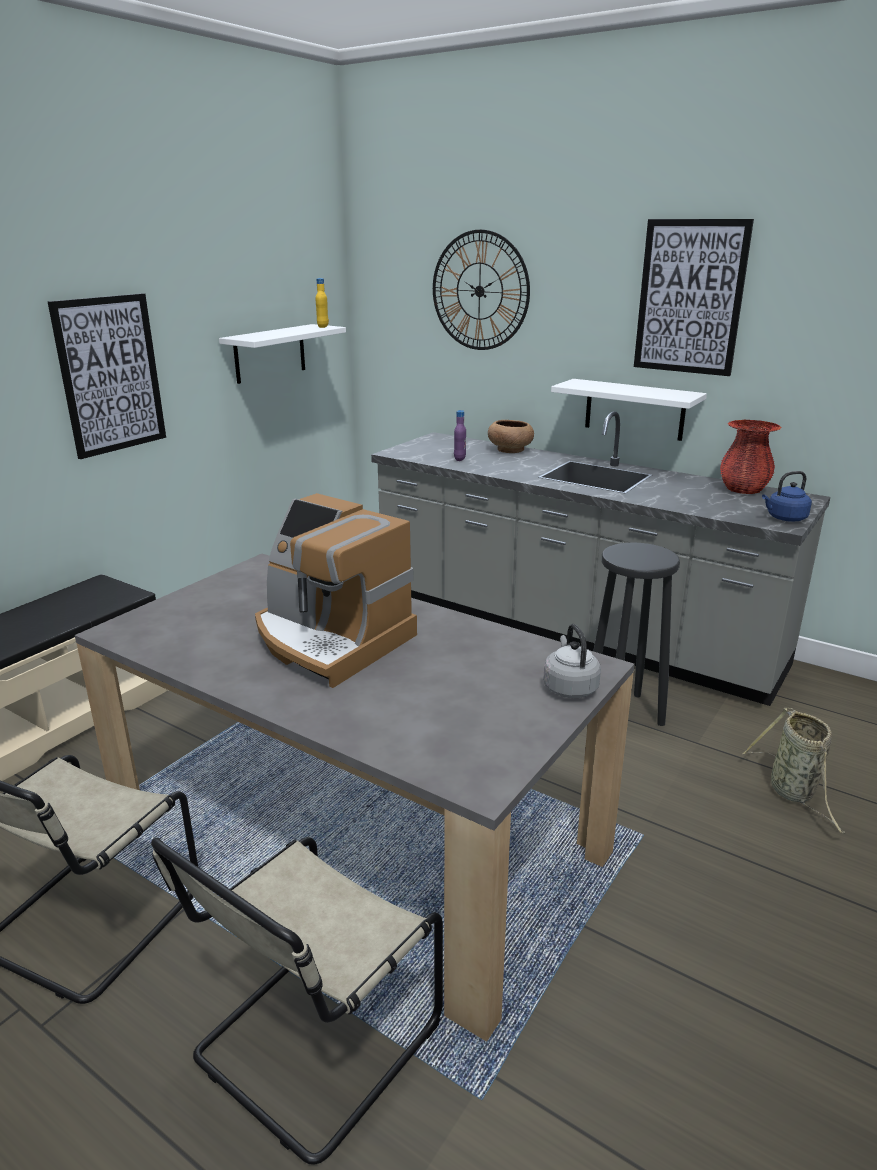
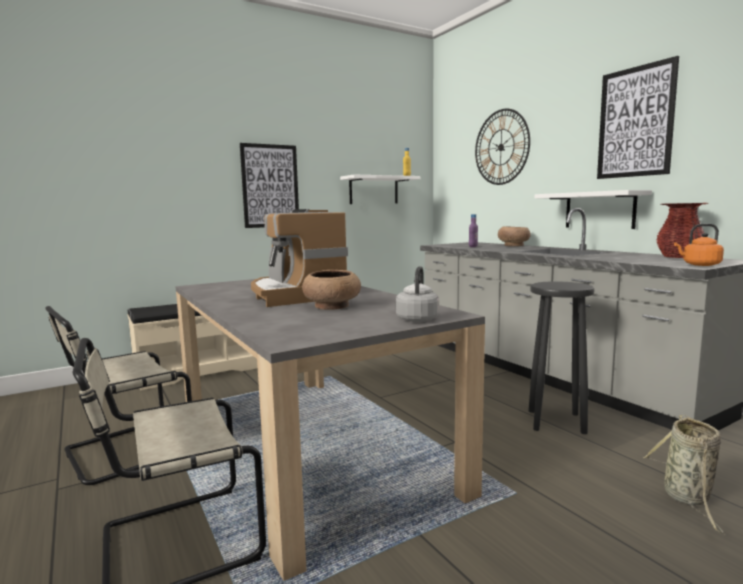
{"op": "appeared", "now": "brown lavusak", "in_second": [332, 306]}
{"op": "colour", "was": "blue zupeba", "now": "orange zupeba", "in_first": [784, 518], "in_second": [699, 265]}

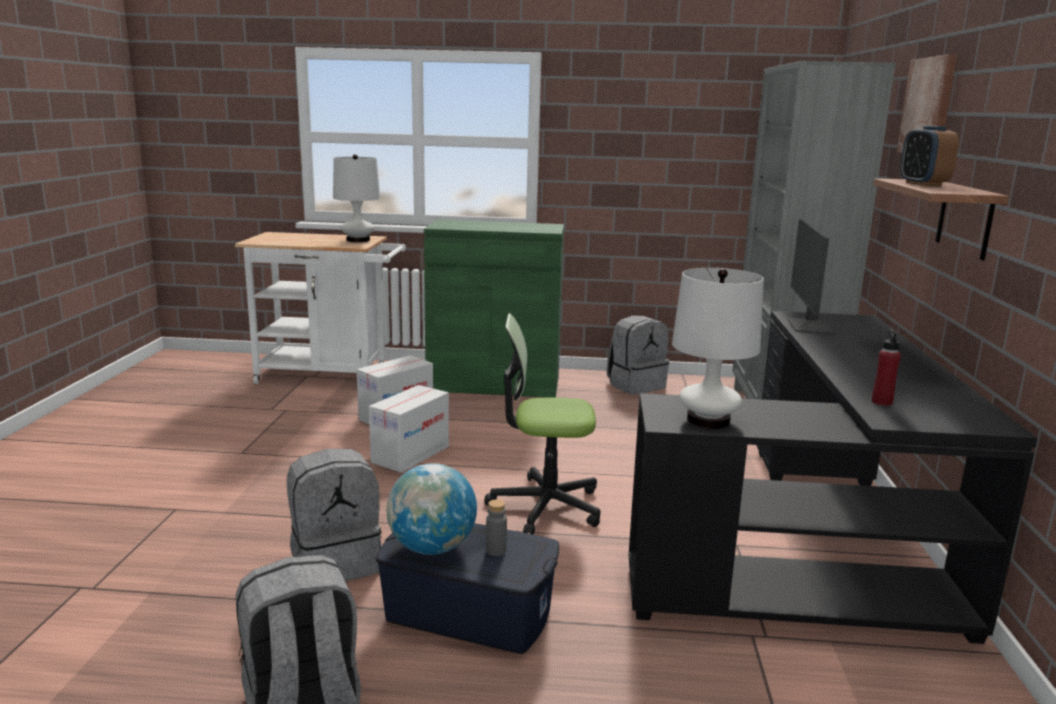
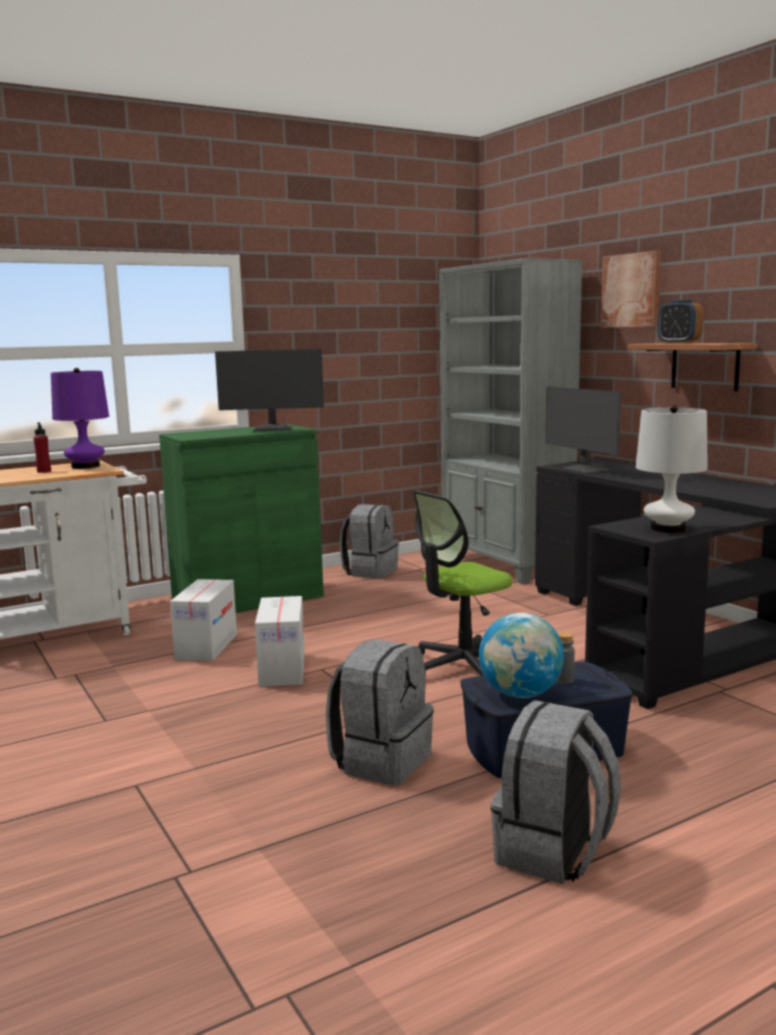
{"op": "appeared", "now": "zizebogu", "in_second": [273, 429]}
{"op": "relocated", "was": "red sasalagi", "in_first": [882, 402], "in_second": [44, 471]}
{"op": "colour", "was": "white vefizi", "now": "purple vefizi", "in_first": [358, 240], "in_second": [85, 466]}

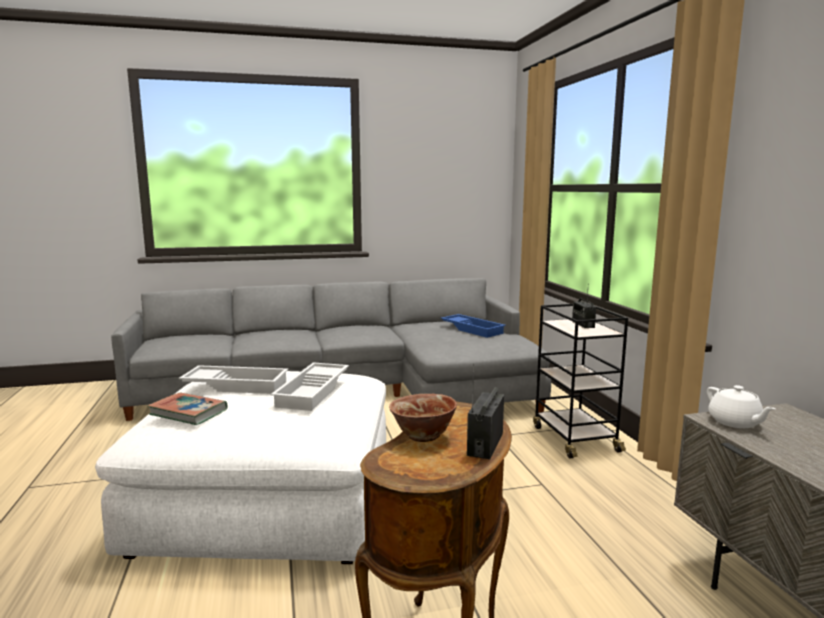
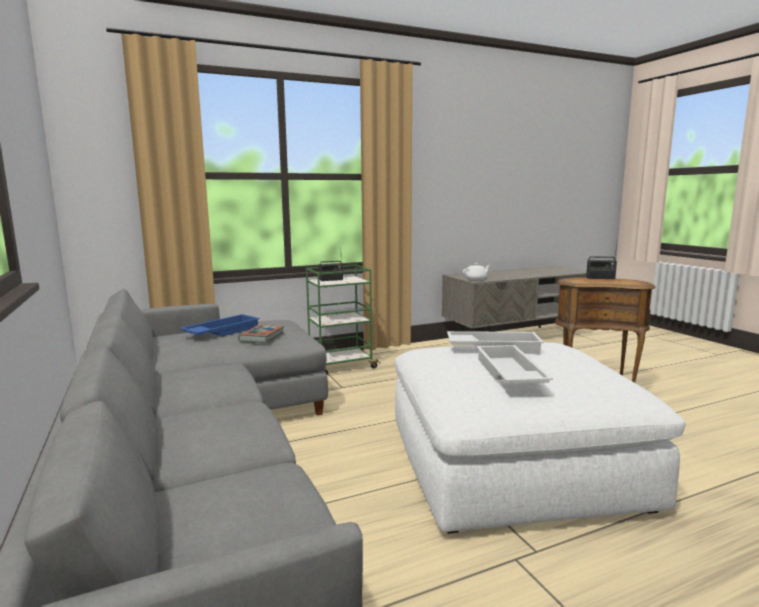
{"op": "missing", "was": "lavusak", "in_first": [423, 436]}
{"op": "relocated", "was": "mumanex", "in_first": [188, 412], "in_second": [262, 337]}
{"op": "colour", "was": "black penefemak", "now": "green penefemak", "in_first": [574, 438], "in_second": [341, 366]}

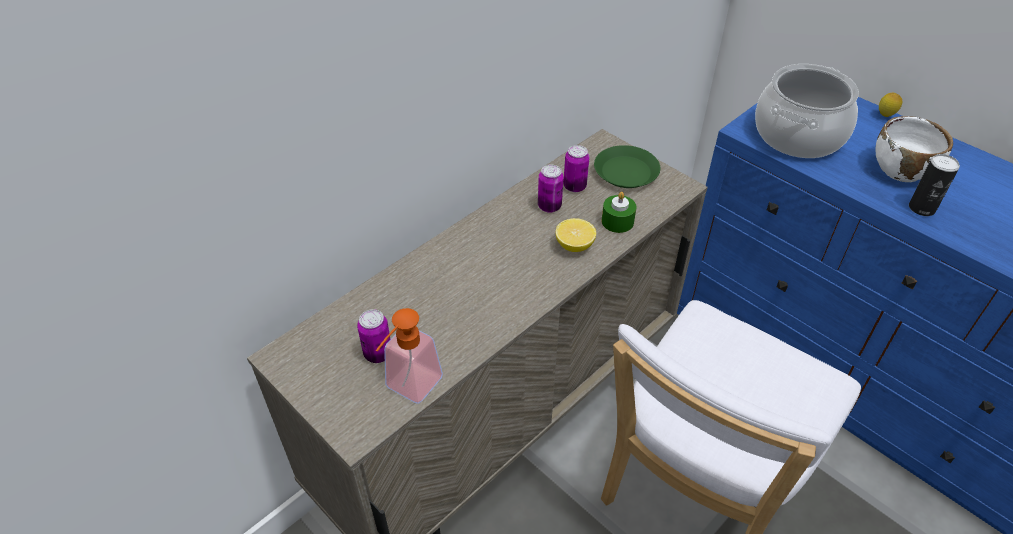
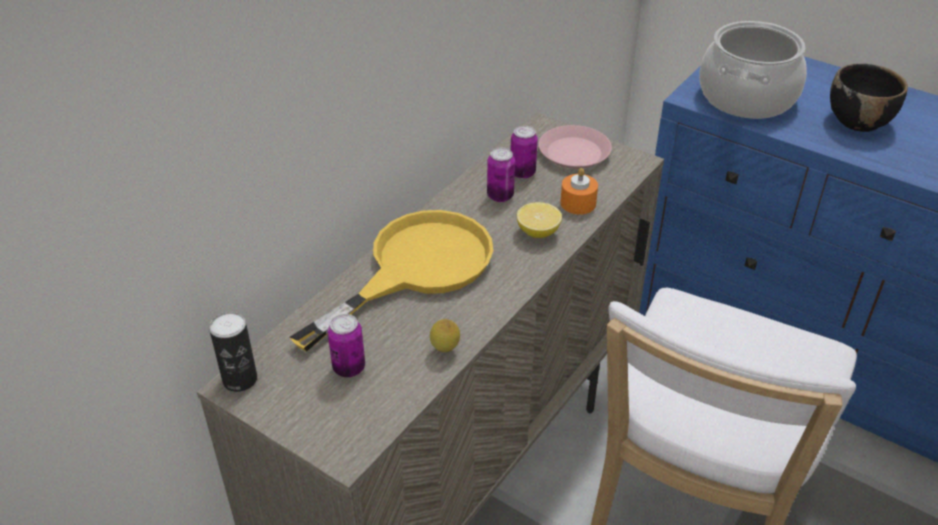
{"op": "missing", "was": "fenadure", "in_first": [408, 389]}
{"op": "appeared", "now": "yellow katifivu", "in_second": [415, 269]}
{"op": "relocated", "was": "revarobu", "in_first": [885, 116], "in_second": [445, 350]}
{"op": "relocated", "was": "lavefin", "in_first": [921, 208], "in_second": [240, 379]}
{"op": "colour", "was": "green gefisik", "now": "pink gefisik", "in_first": [626, 172], "in_second": [574, 153]}
{"op": "colour", "was": "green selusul", "now": "orange selusul", "in_first": [617, 221], "in_second": [578, 203]}
{"op": "colour", "was": "white lavusak", "now": "black lavusak", "in_first": [901, 170], "in_second": [859, 121]}

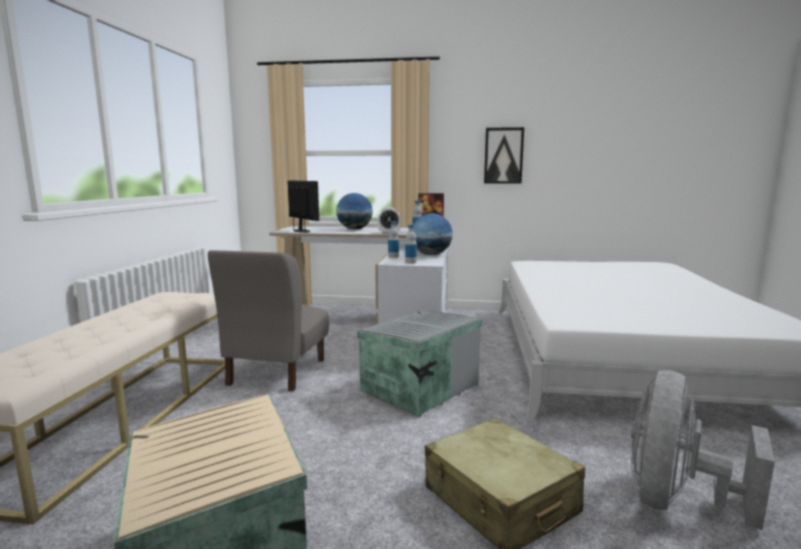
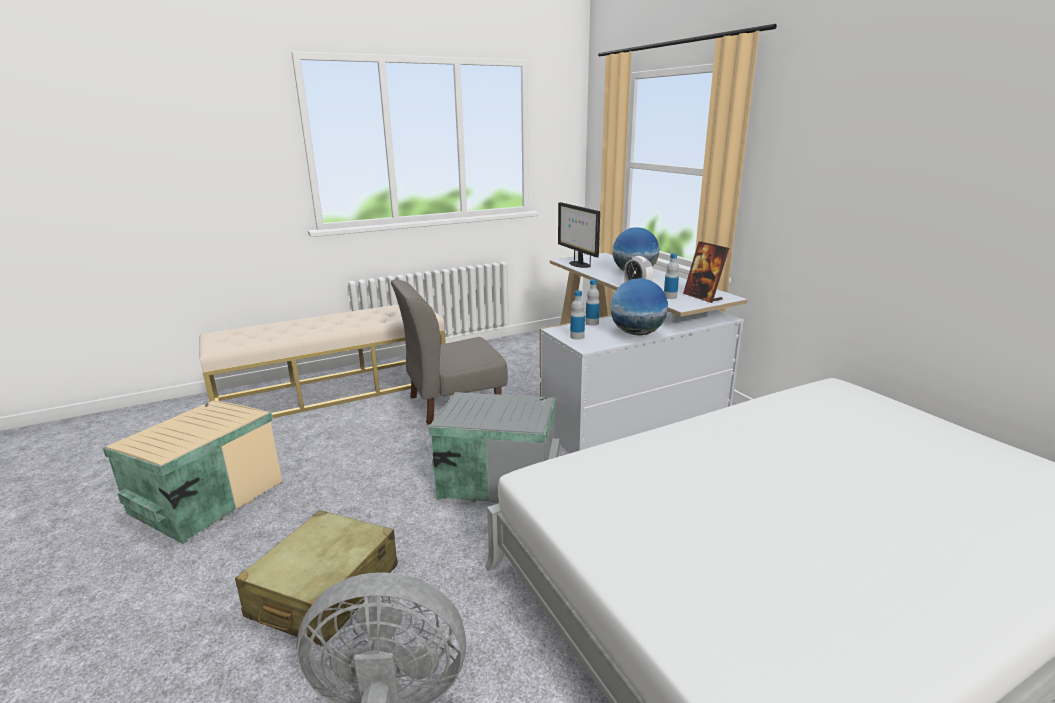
{"op": "missing", "was": "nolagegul", "in_first": [503, 156]}
{"op": "spun", "was": "zizebogu", "in_first": [302, 231], "in_second": [578, 264], "clockwise": 135}

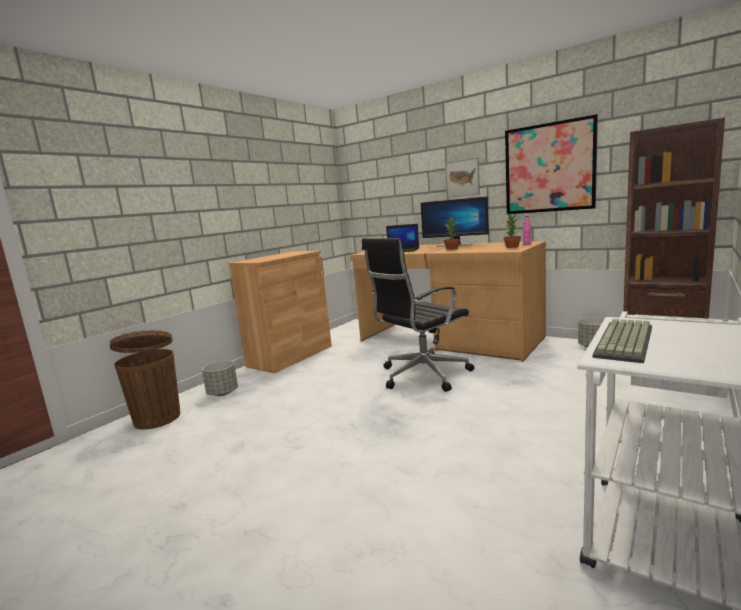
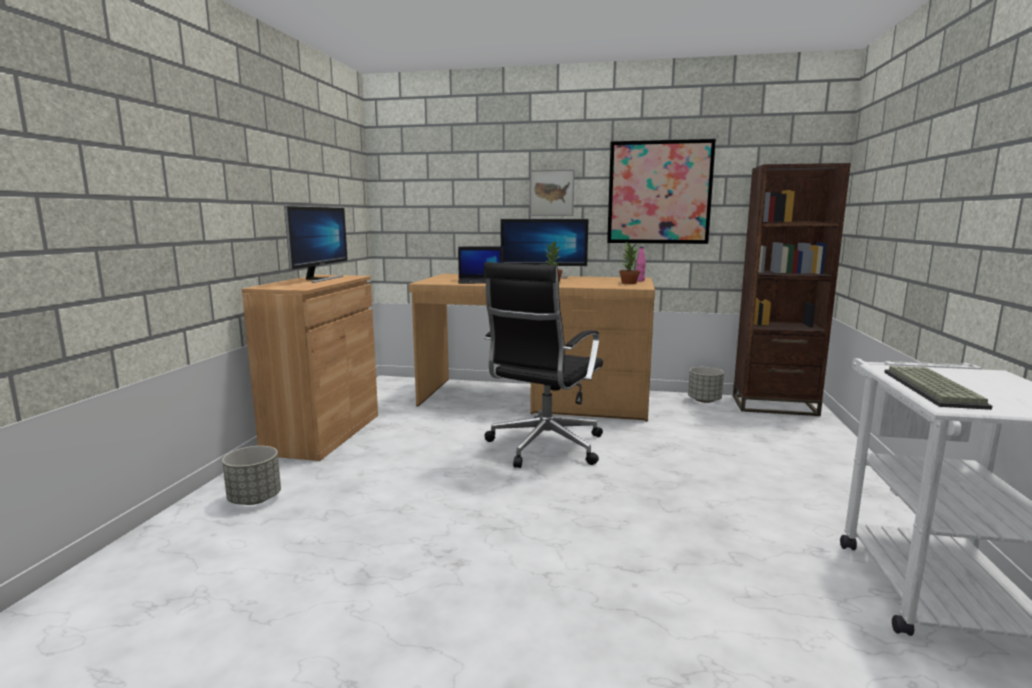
{"op": "missing", "was": "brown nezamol", "in_first": [157, 418]}
{"op": "appeared", "now": "zizebogu", "in_second": [320, 279]}

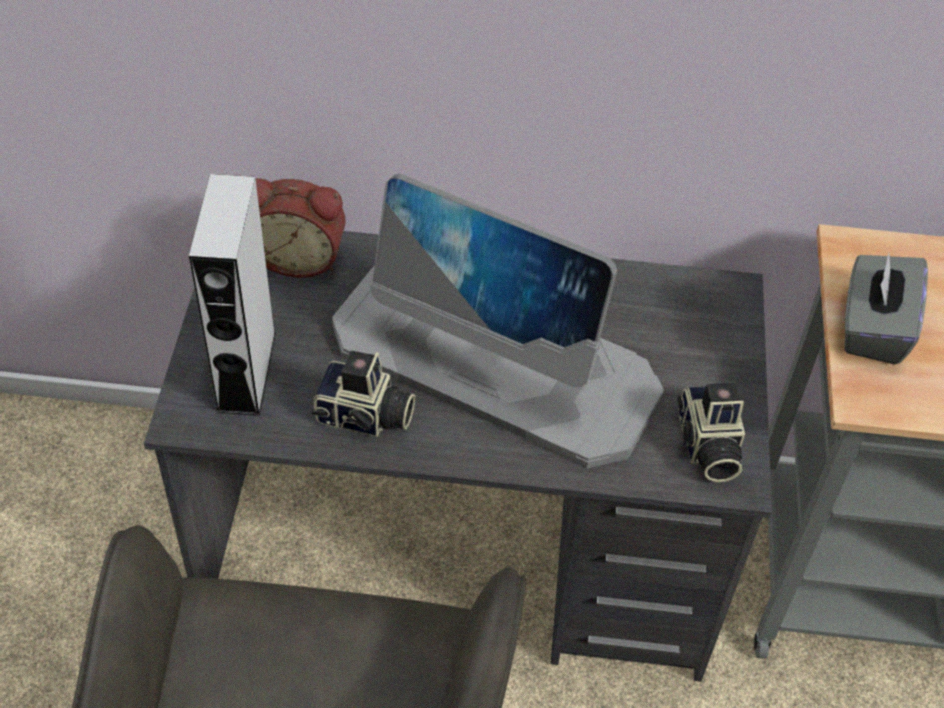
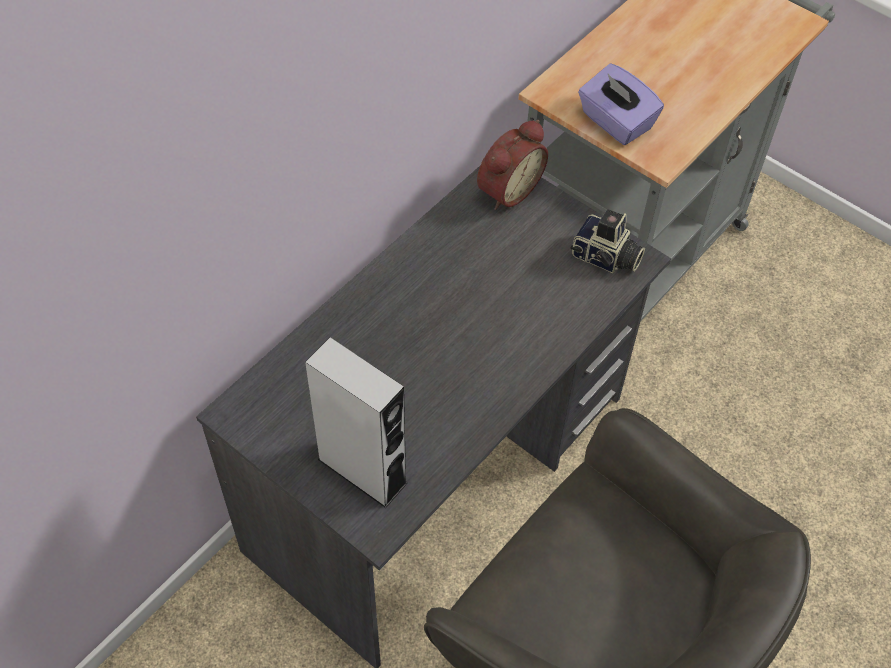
{"op": "missing", "was": "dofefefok", "in_first": [364, 417]}
{"op": "missing", "was": "zizebogu", "in_first": [497, 363]}
{"op": "relocated", "was": "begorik", "in_first": [299, 257], "in_second": [506, 189]}
{"op": "colour", "was": "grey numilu", "now": "purple numilu", "in_first": [873, 328], "in_second": [615, 122]}

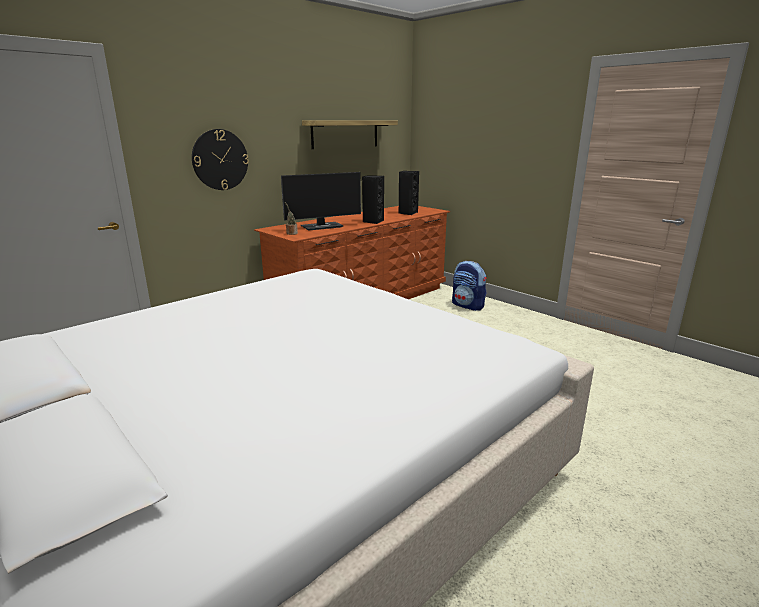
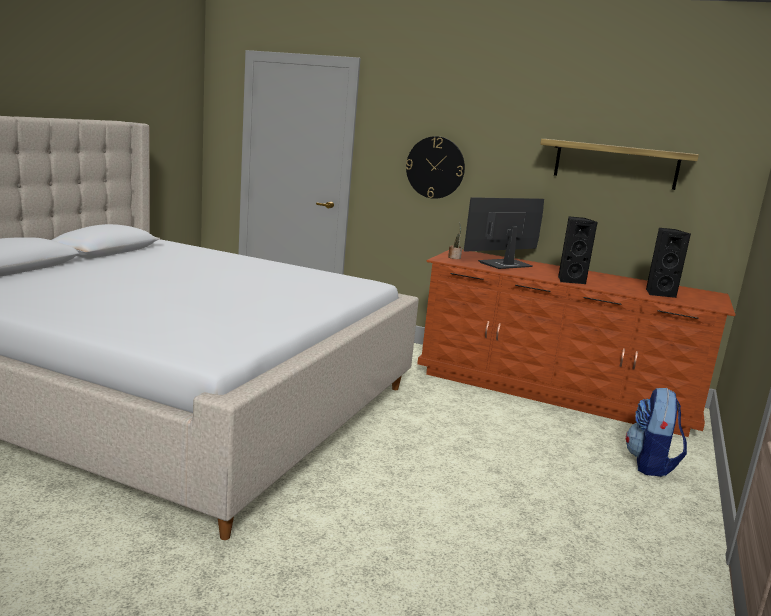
{"op": "spun", "was": "zizebogu", "in_first": [322, 226], "in_second": [504, 265], "clockwise": 105}

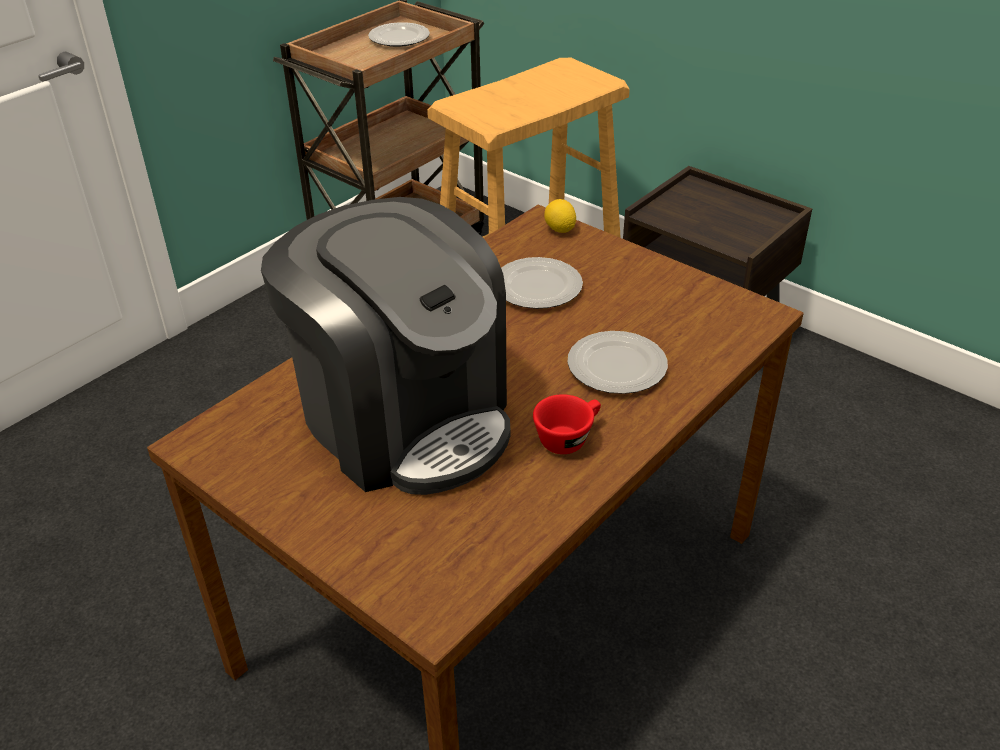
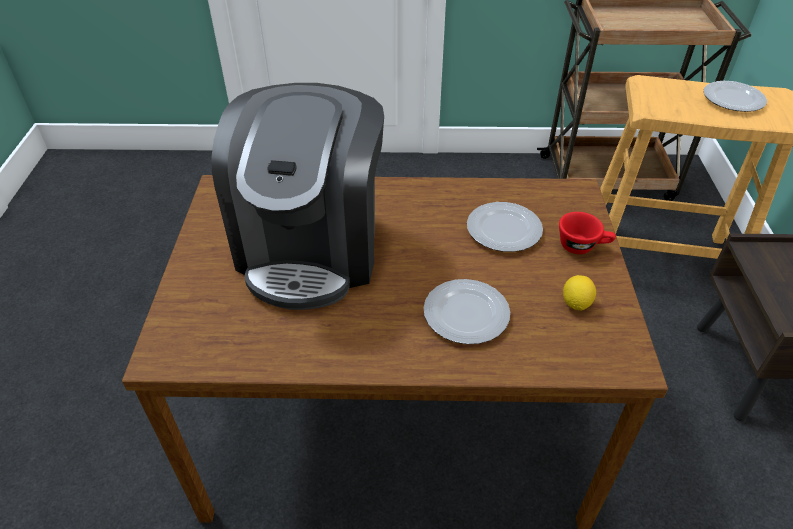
{"op": "relocated", "was": "gefisik", "in_first": [399, 38], "in_second": [732, 100]}
{"op": "relocated", "was": "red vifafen", "in_first": [568, 437], "in_second": [582, 246]}
{"op": "relocated", "was": "revarobu", "in_first": [559, 229], "in_second": [576, 303]}

